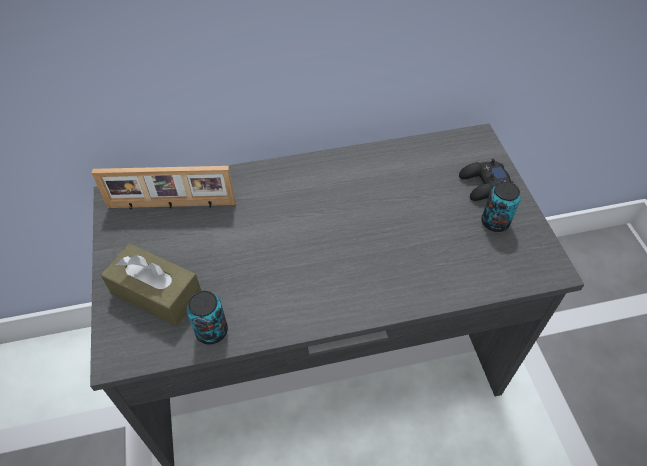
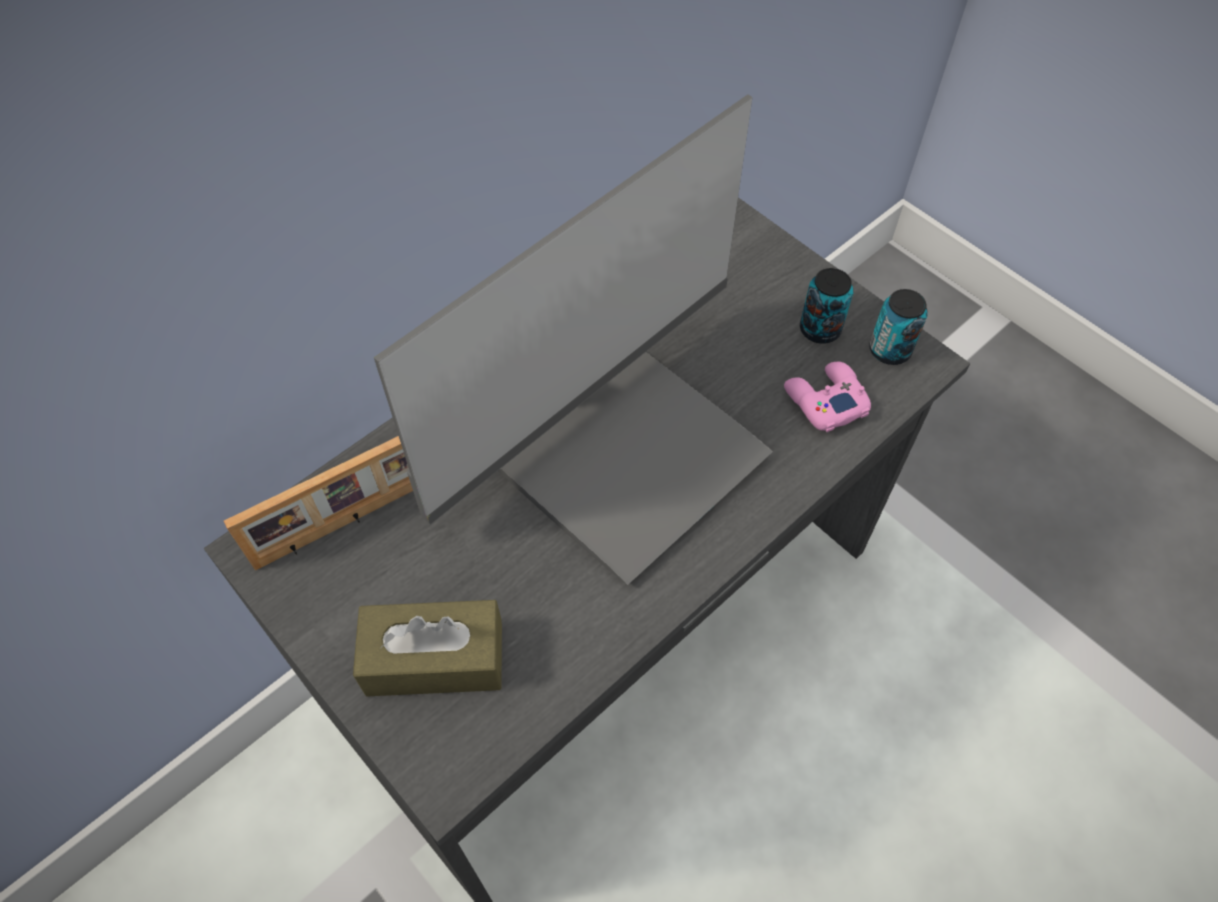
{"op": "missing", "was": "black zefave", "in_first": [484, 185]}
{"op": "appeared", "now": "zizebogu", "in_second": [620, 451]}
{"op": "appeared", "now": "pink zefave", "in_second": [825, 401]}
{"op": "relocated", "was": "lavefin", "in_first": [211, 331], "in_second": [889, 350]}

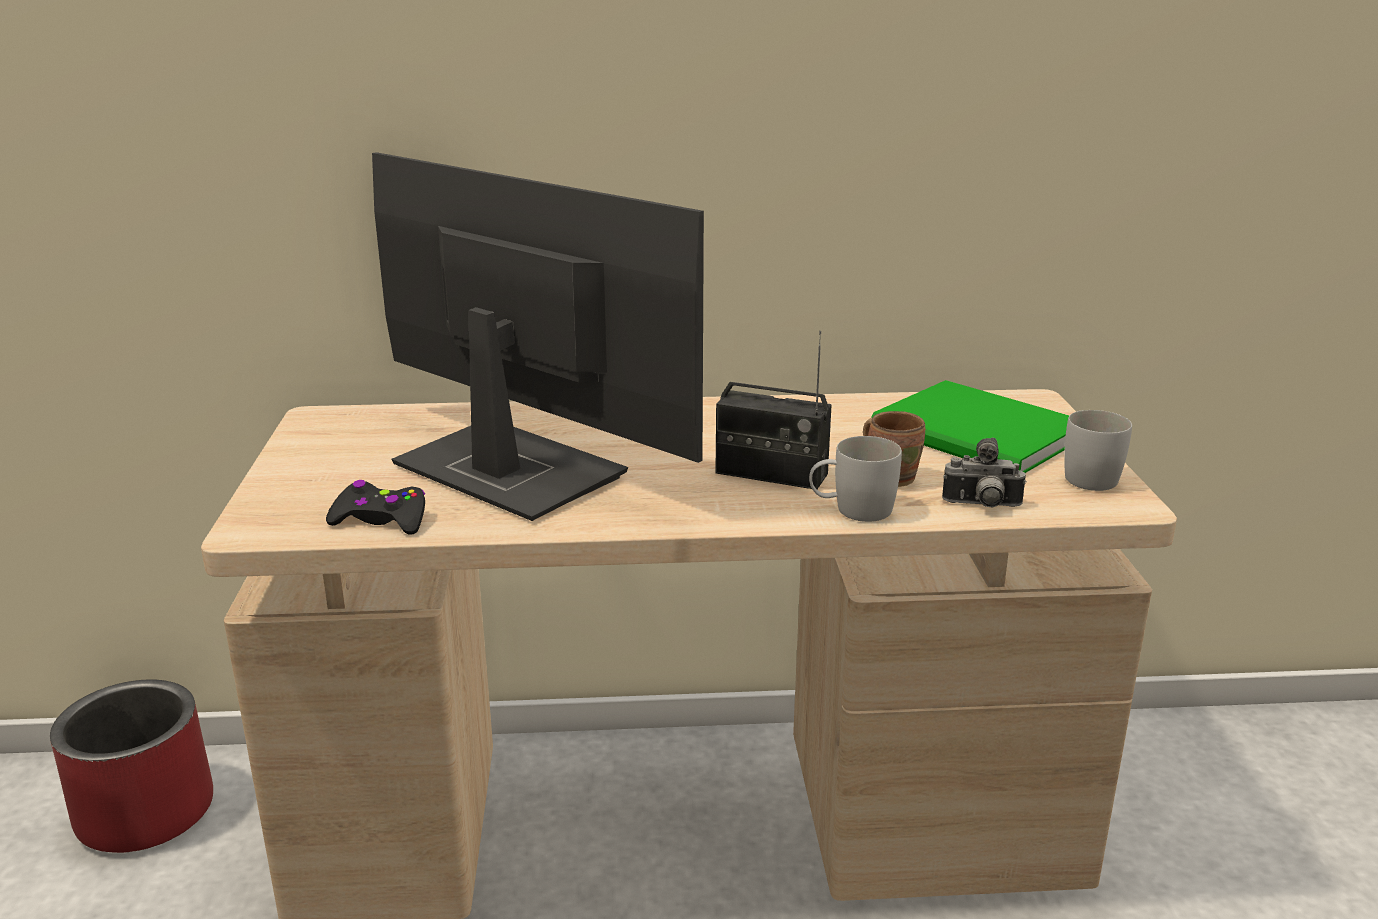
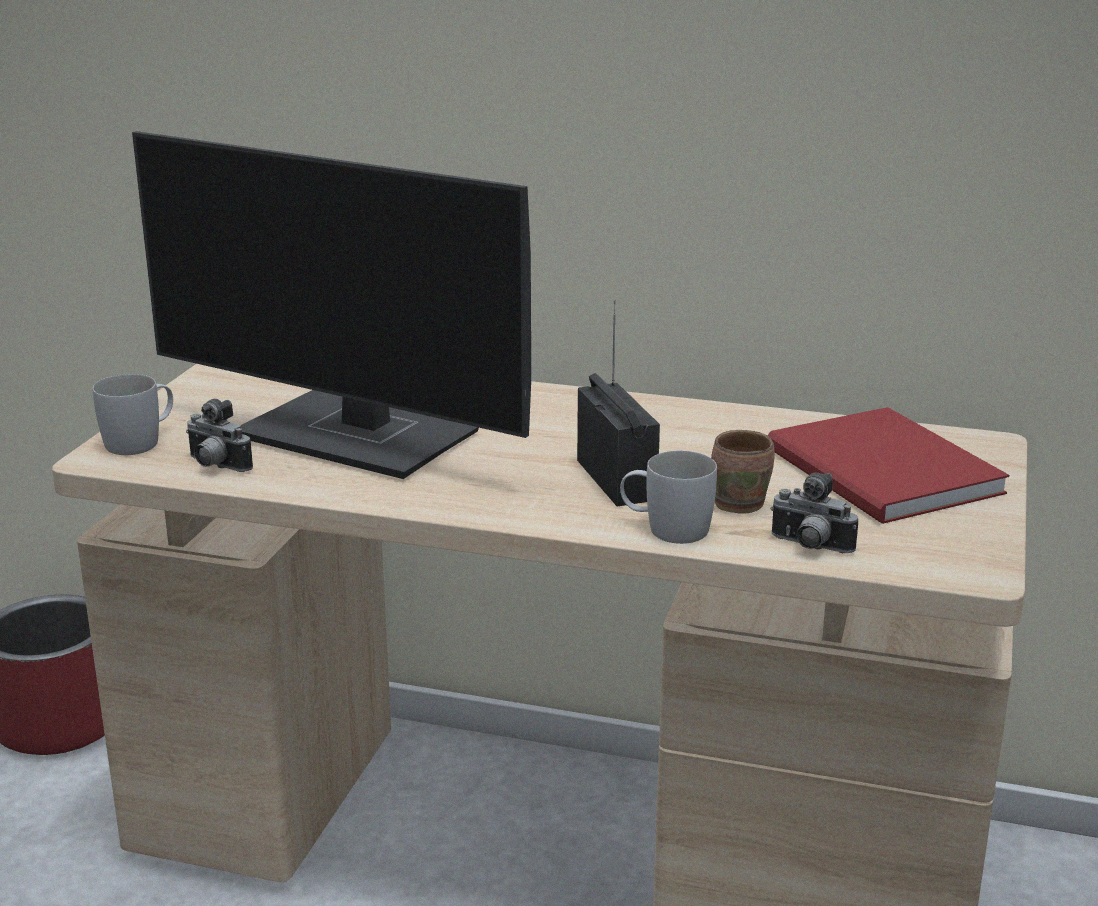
{"op": "relocated", "was": "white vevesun", "in_first": [1091, 475], "in_second": [141, 441]}
{"op": "exchanged", "was": "black zefave", "now": "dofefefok", "in_first": [381, 520], "in_second": [215, 466]}
{"op": "colour", "was": "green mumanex", "now": "red mumanex", "in_first": [980, 436], "in_second": [882, 474]}
{"op": "spun", "was": "zizebogu", "in_first": [505, 470], "in_second": [361, 437], "clockwise": 150}
{"op": "spun", "was": "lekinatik", "in_first": [771, 474], "in_second": [616, 480], "clockwise": -150}

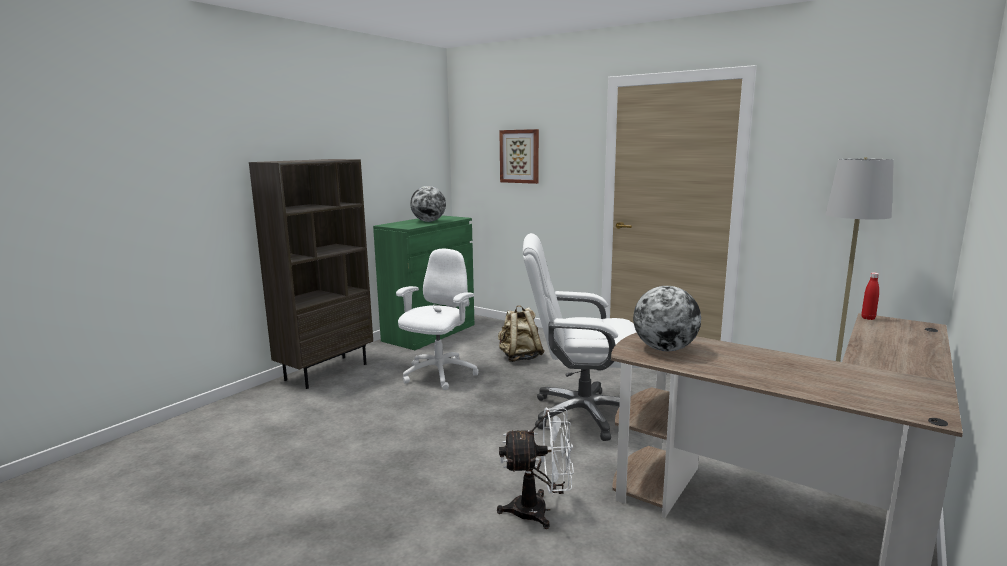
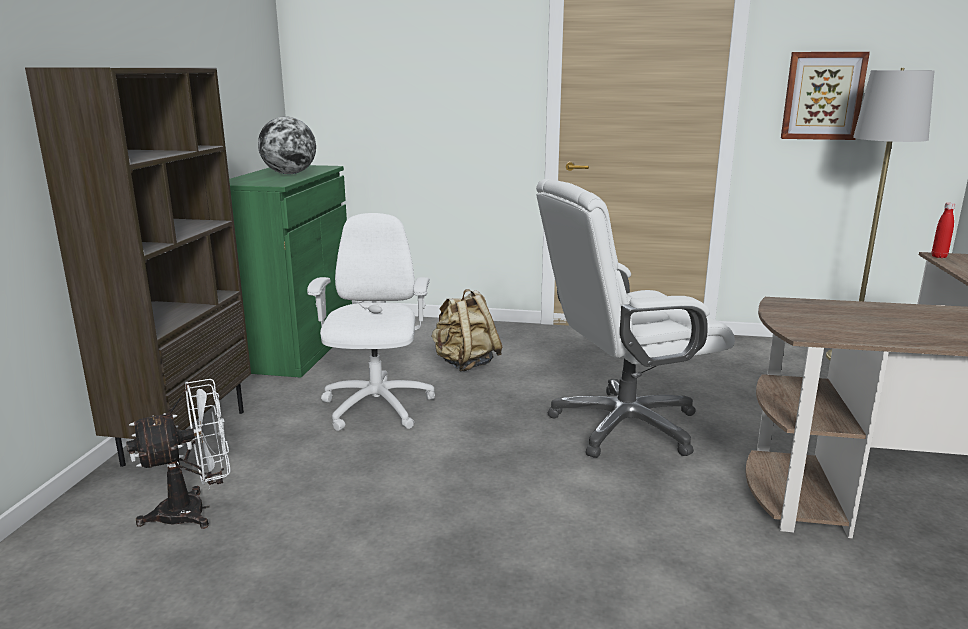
{"op": "missing", "was": "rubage", "in_first": [664, 349]}
{"op": "relocated", "was": "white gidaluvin", "in_first": [539, 511], "in_second": [195, 511]}
{"op": "relocated", "was": "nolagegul", "in_first": [520, 156], "in_second": [822, 96]}

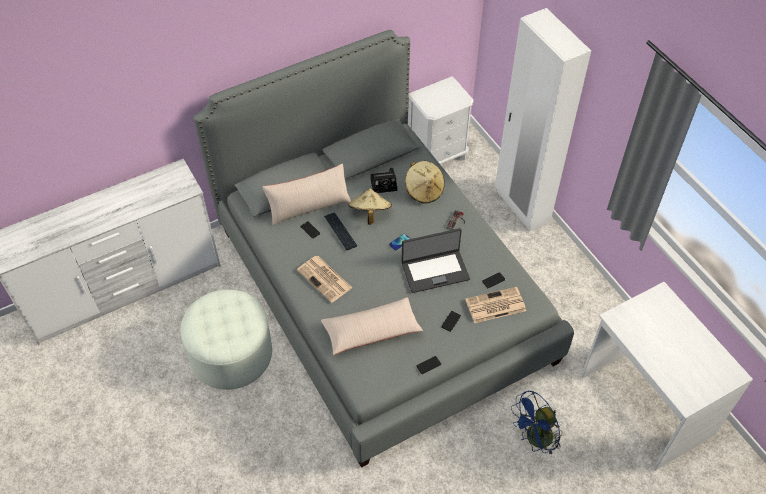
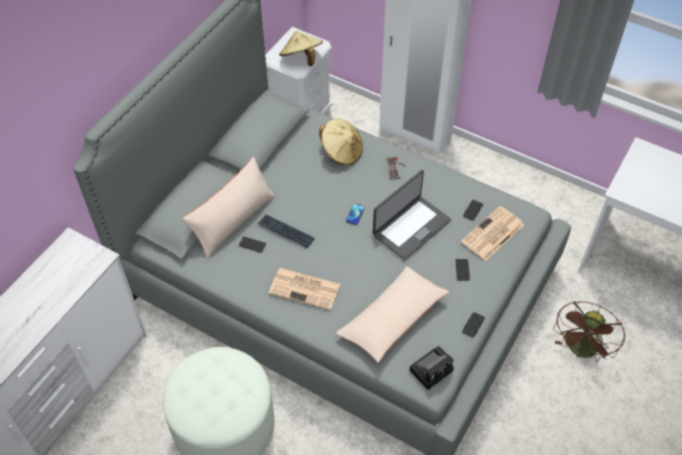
{"op": "relocated", "was": "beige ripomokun", "in_first": [369, 213], "in_second": [301, 59]}
{"op": "relocated", "was": "dofefefok", "in_first": [385, 184], "in_second": [432, 369]}
{"op": "colour", "was": "blue gidaluvin", "now": "brown gidaluvin", "in_first": [535, 439], "in_second": [581, 351]}

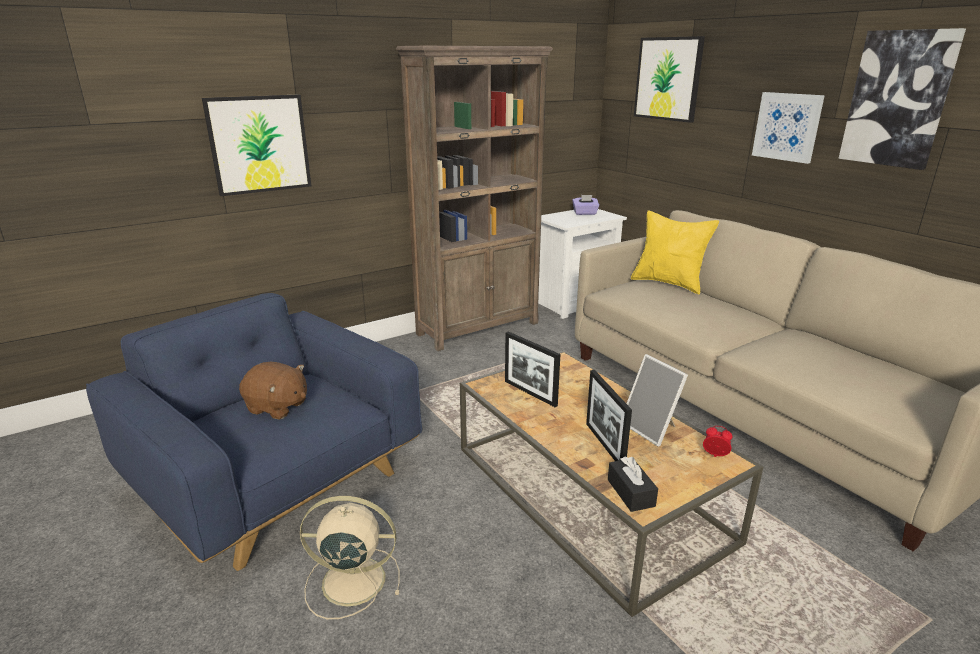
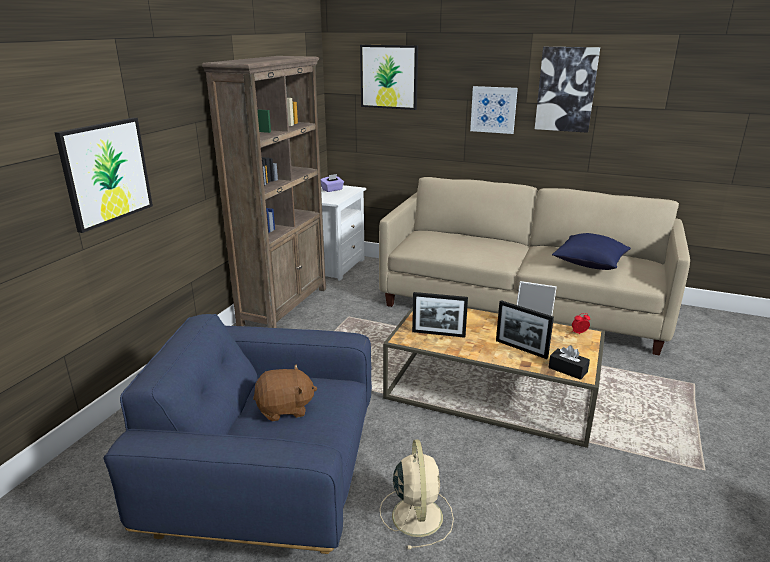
{"op": "missing", "was": "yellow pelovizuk", "in_first": [668, 283]}
{"op": "appeared", "now": "blue pelovizuk", "in_second": [589, 264]}
{"op": "spun", "was": "beige gidaluvin", "in_first": [350, 581], "in_second": [417, 514], "clockwise": 120}

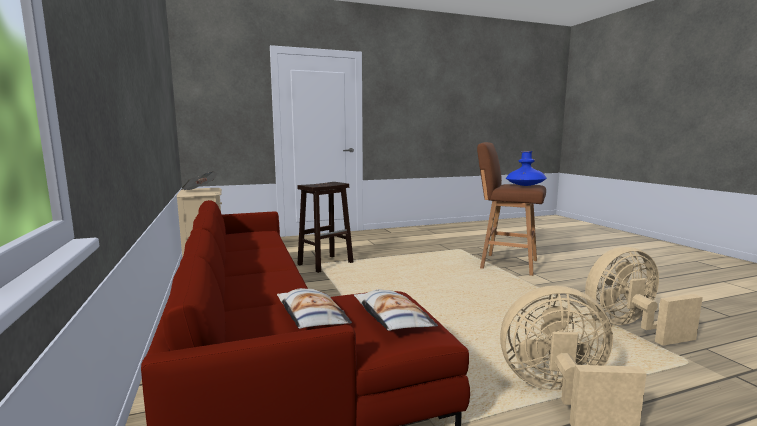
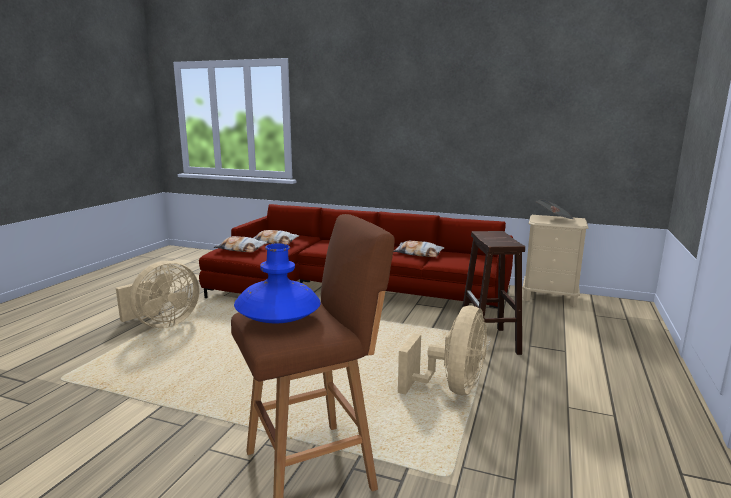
{"op": "appeared", "now": "pelovizuk", "in_second": [418, 253]}
{"op": "relocated", "was": "beige gidaluvin", "in_first": [629, 327], "in_second": [451, 388]}

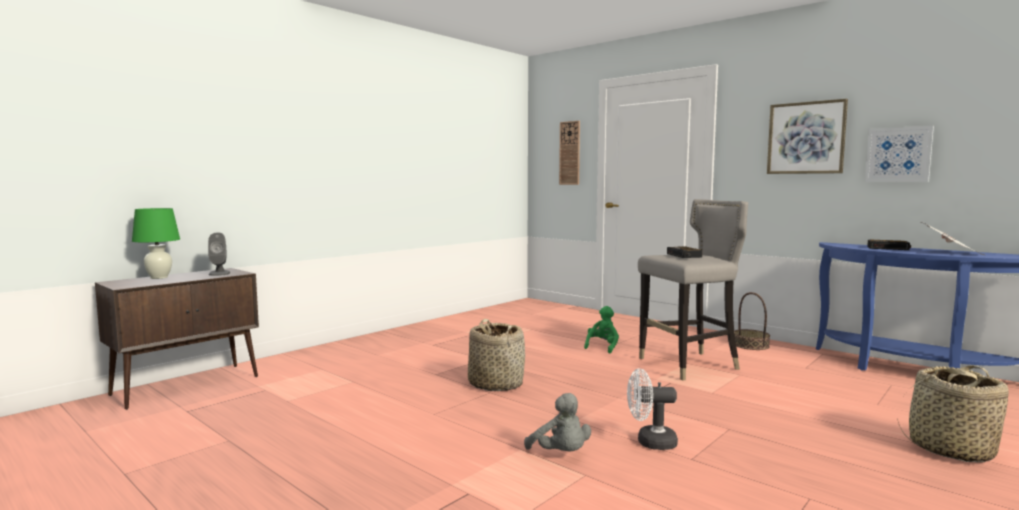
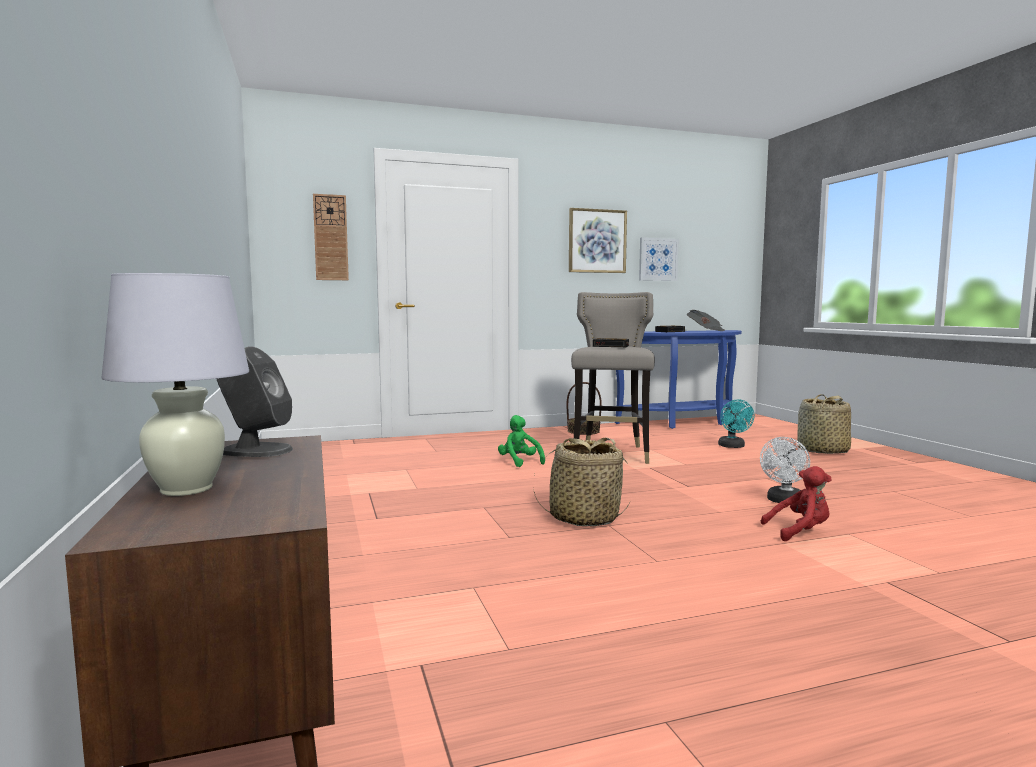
{"op": "appeared", "now": "turquoise gidaluvin", "in_second": [733, 446]}
{"op": "colour", "was": "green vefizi", "now": "white vefizi", "in_first": [159, 277], "in_second": [186, 489]}
{"op": "colour", "was": "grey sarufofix", "now": "red sarufofix", "in_first": [561, 454], "in_second": [800, 532]}

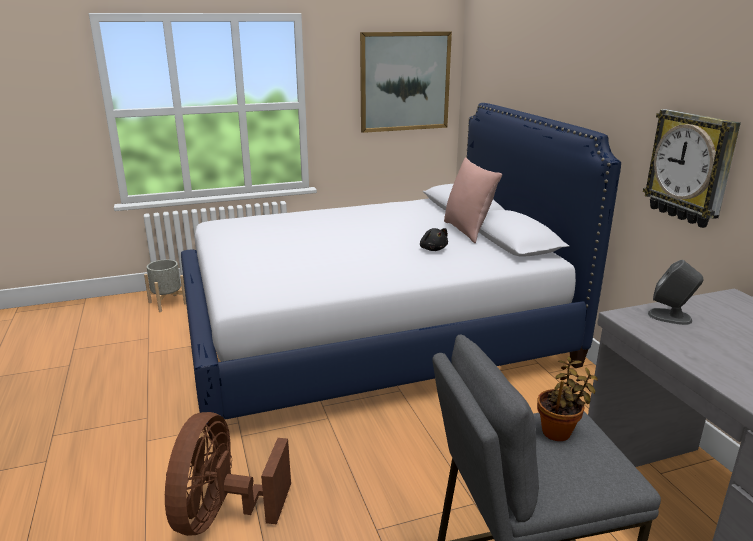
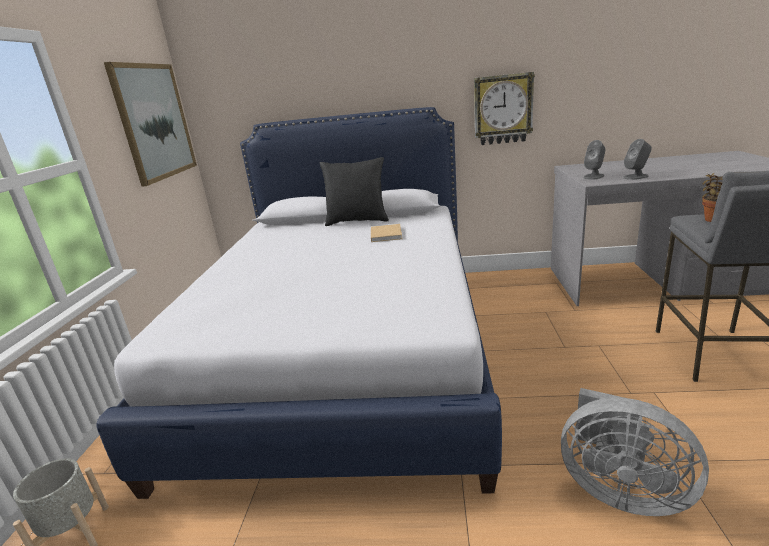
{"op": "appeared", "now": "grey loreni", "in_second": [636, 177]}
{"op": "exchanged", "was": "black sarufofix", "now": "beige mumanex", "in_first": [433, 249], "in_second": [386, 234]}
{"op": "colour", "was": "brown gidaluvin", "now": "grey gidaluvin", "in_first": [223, 514], "in_second": [618, 489]}
{"op": "colour", "was": "pink pelovizuk", "now": "black pelovizuk", "in_first": [467, 231], "in_second": [357, 221]}

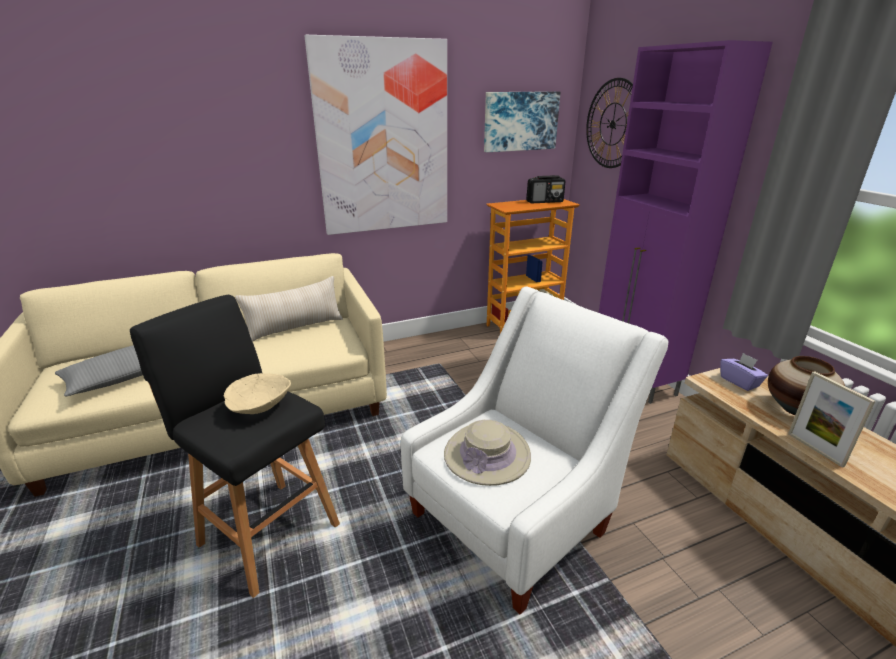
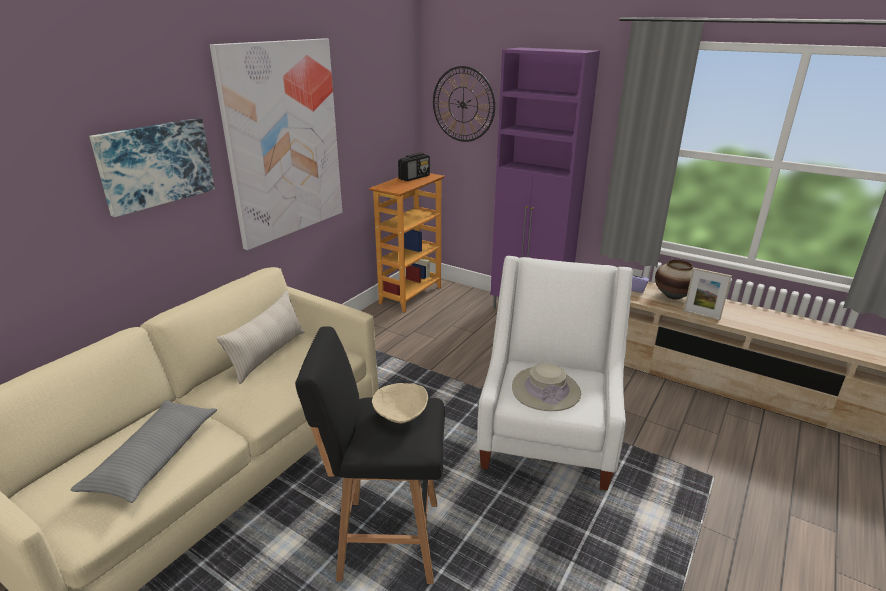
{"op": "relocated", "was": "nolagegul", "in_first": [520, 121], "in_second": [155, 164]}

